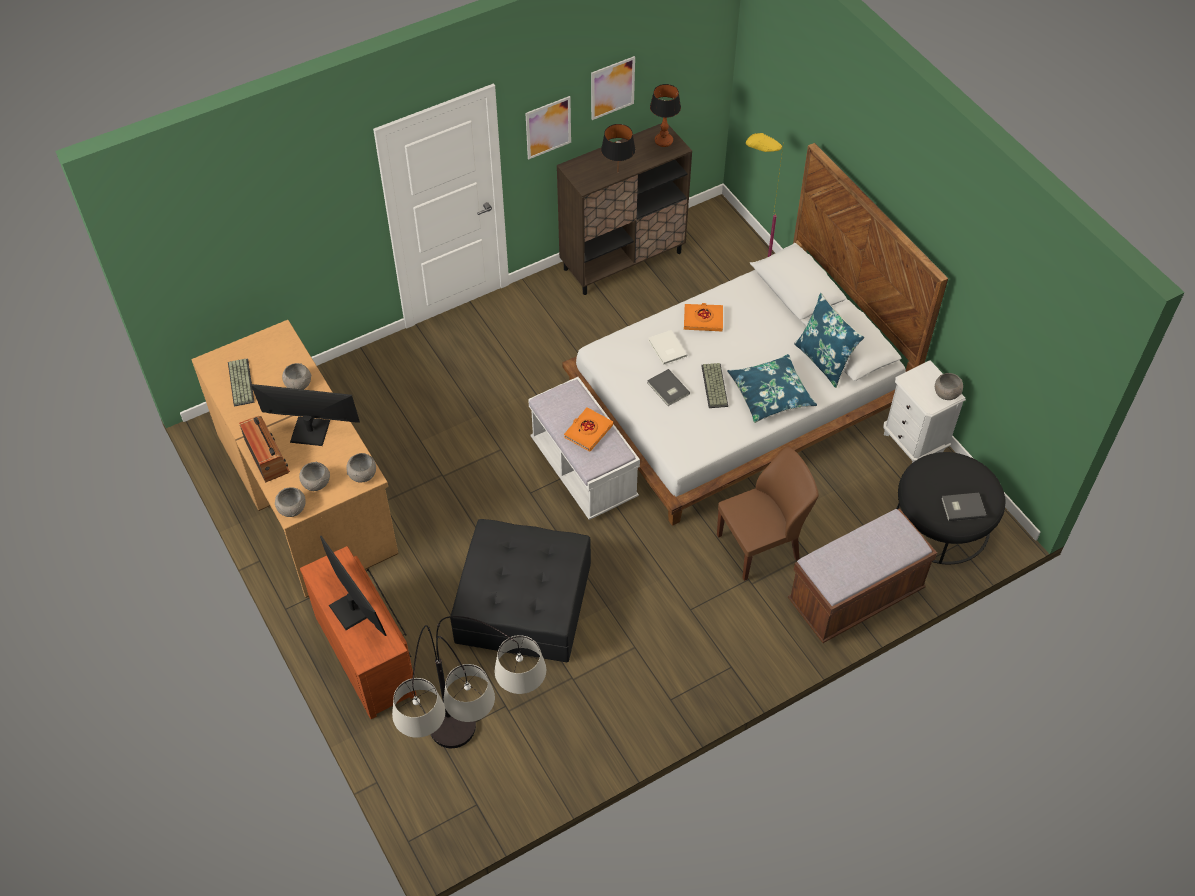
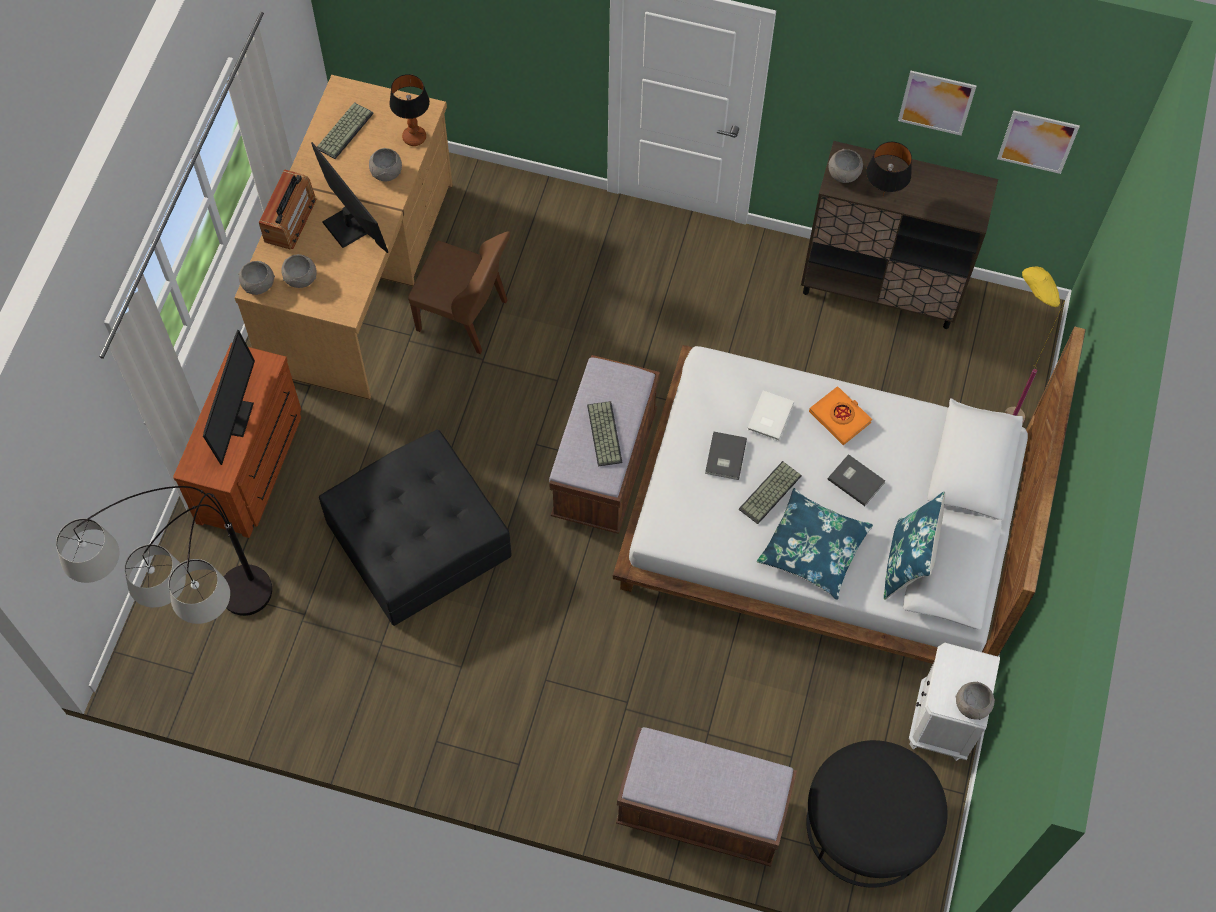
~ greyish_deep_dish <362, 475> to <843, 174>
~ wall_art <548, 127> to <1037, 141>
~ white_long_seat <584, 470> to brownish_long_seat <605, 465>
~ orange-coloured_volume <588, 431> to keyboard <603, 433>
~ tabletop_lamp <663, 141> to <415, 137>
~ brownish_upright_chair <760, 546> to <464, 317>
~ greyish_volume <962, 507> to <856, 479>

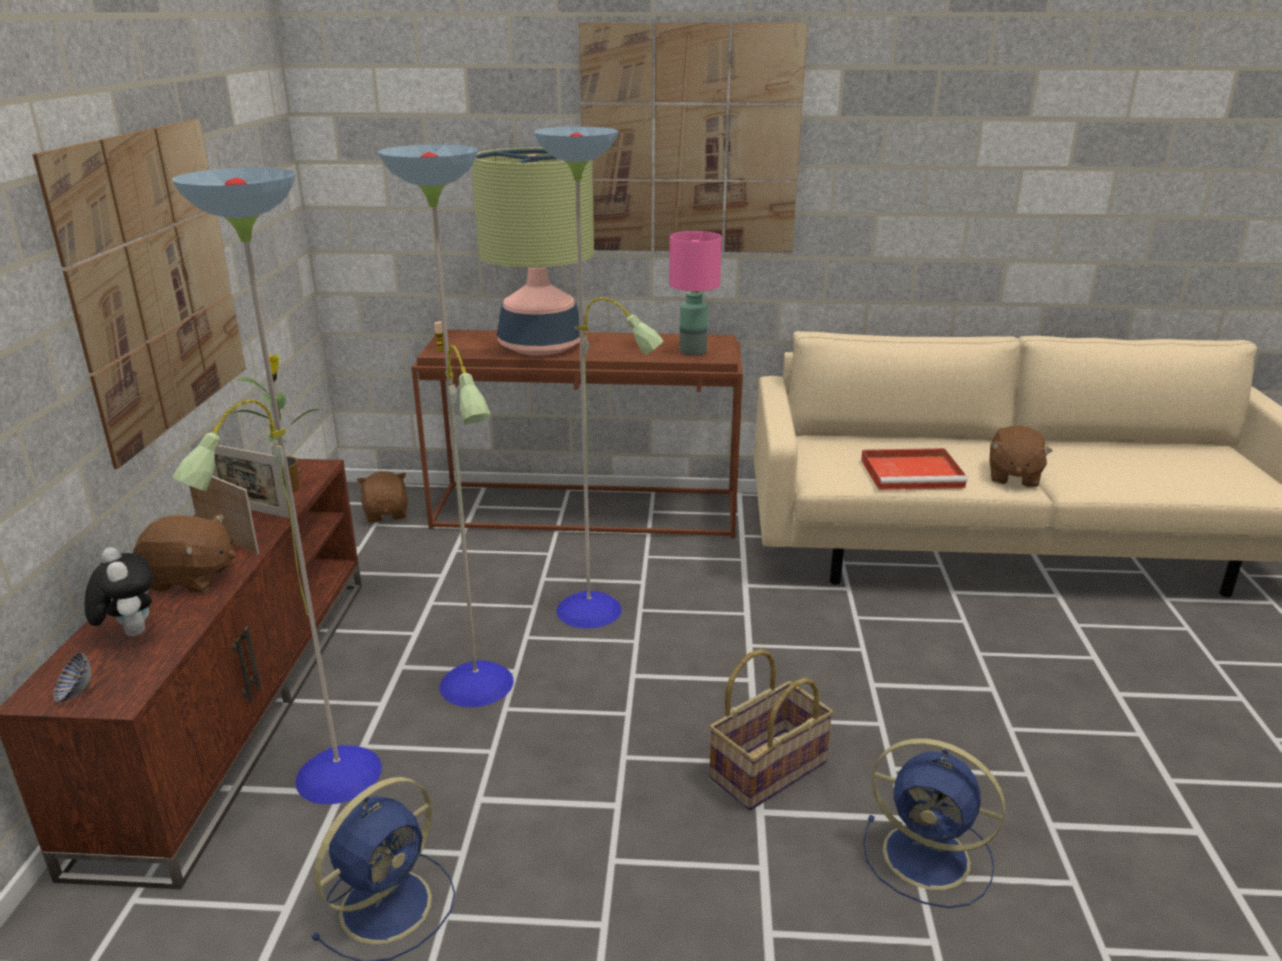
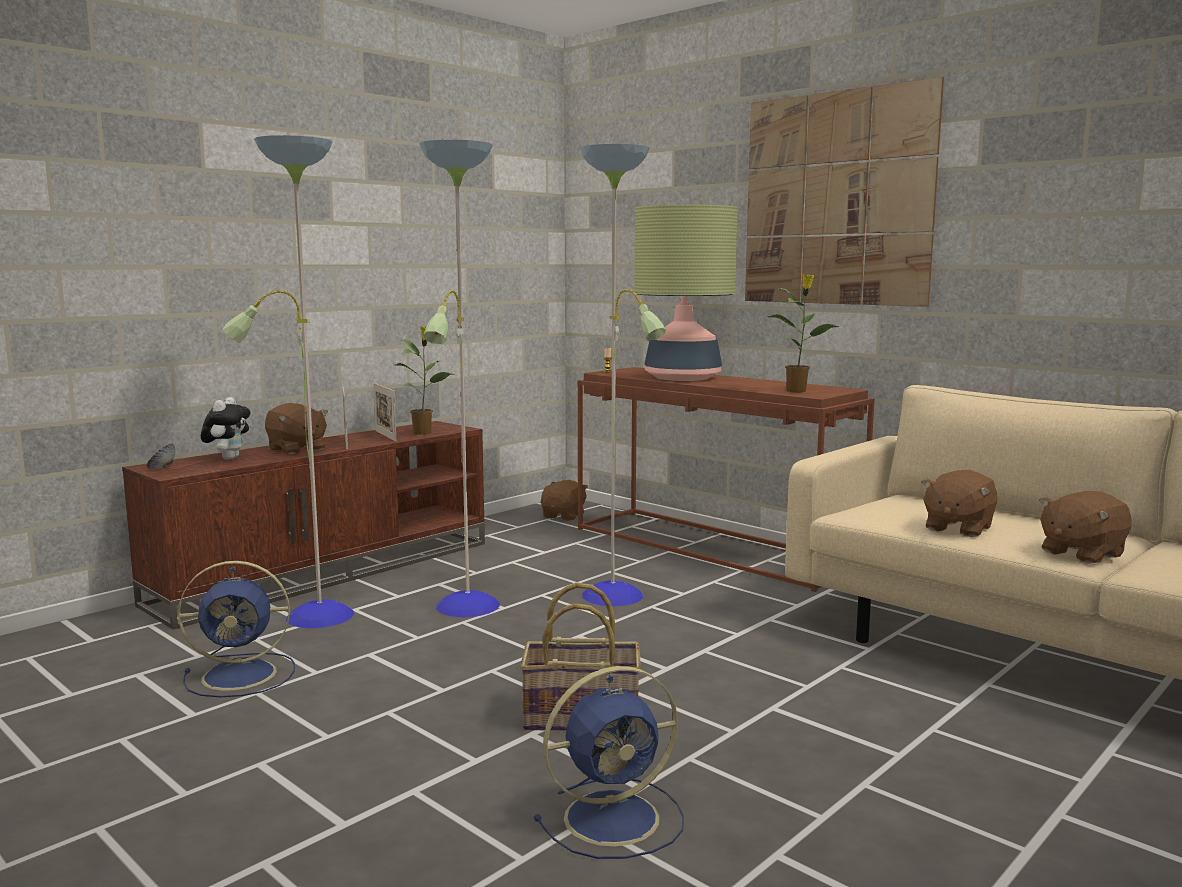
- wall_art <156, 282>
~ pinkish_tabletop_lamp <692, 352> to potted_plant <797, 391>
~ reddish_carrying_tray <913, 473> to brownish_soft_toy <957, 528>
~ bluish_electric_fan <930, 857> = <616, 817> 90 degrees counterclockwise

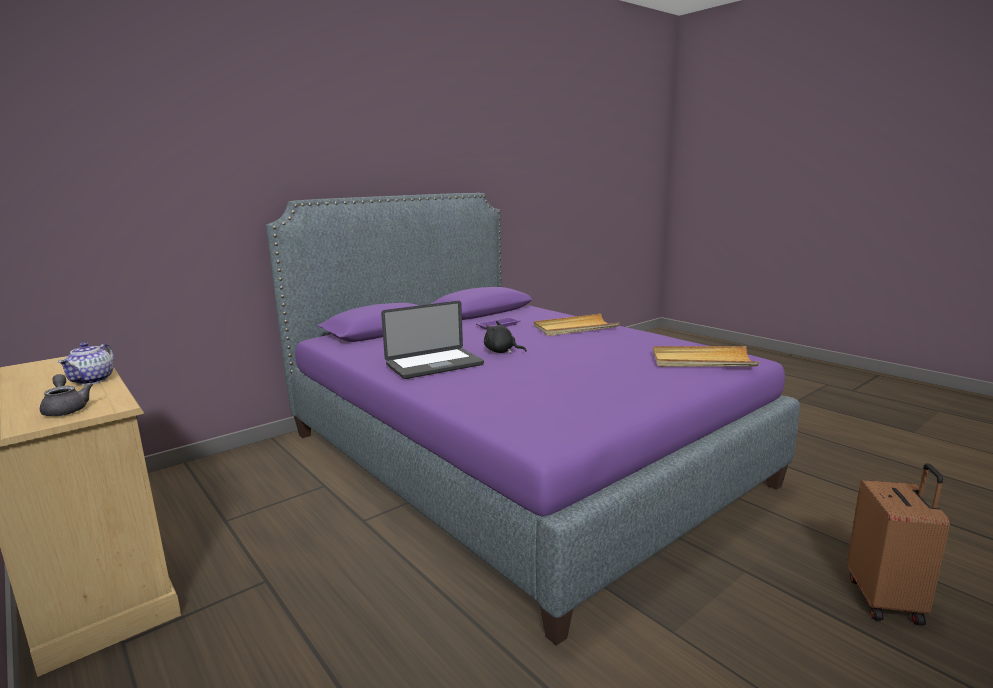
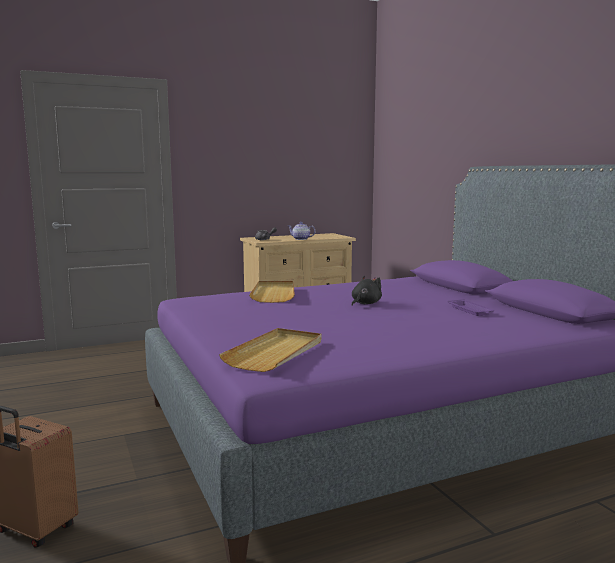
- laptop <434, 365>
~ beige-coloured_carrying_tray <575, 328> to <274, 294>

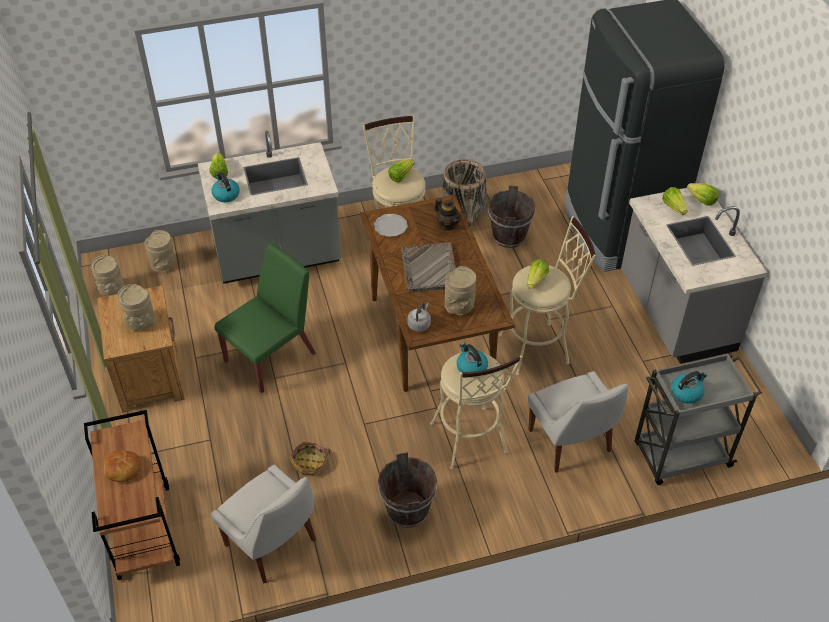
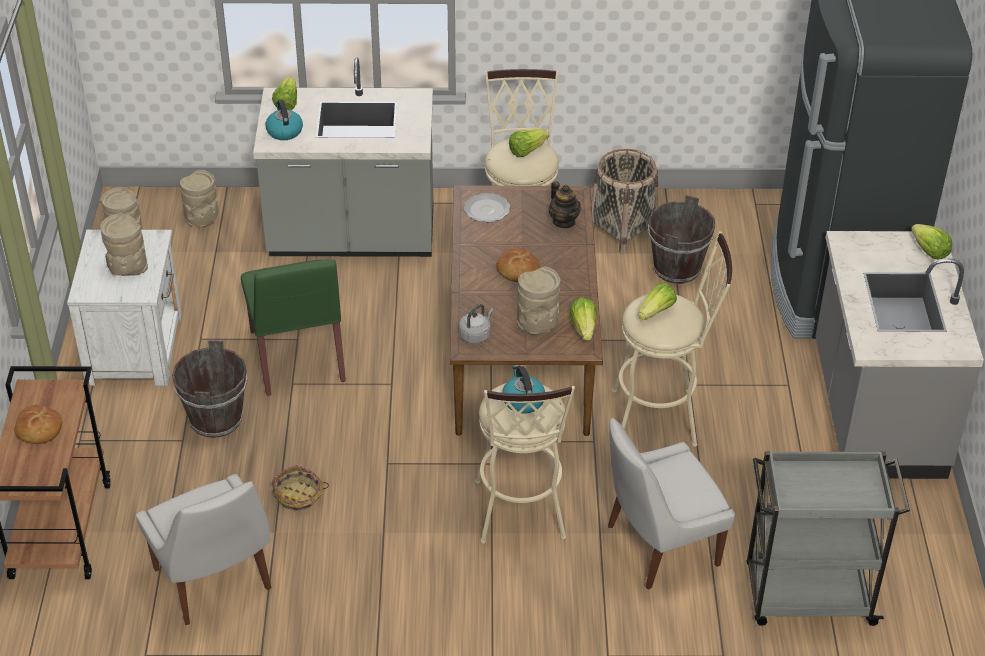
~ brownish_night_table <150, 375> to white_night_table <136, 348>
~ green-coloured_upright_chair <271, 357> = <297, 357> 105 degrees clockwise
~ brownish_water_bucket <407, 510> to <215, 419>
~ greyish_carrying_tray <429, 269> to baked_bread <517, 271>
~ white_upright_chair <571, 443> = <658, 546> 75 degrees clockwise
~ lettuce_head <674, 207> to <583, 328>
- tea_kettle <686, 392>

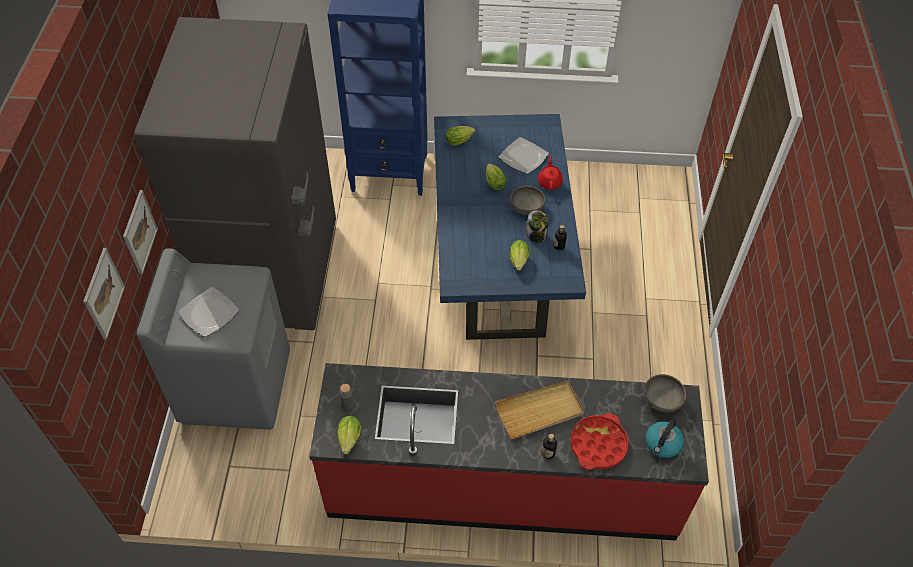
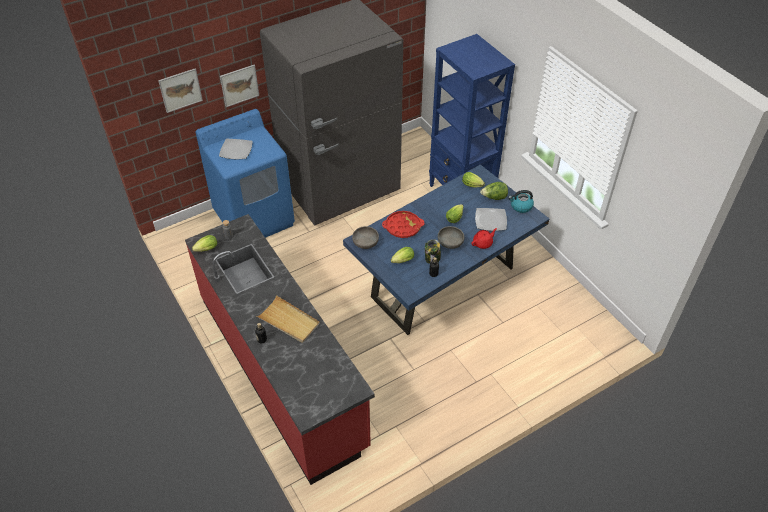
~ greyish_washing_machine <236, 386> to bluish_washing_machine <254, 218>
~ reddish_carrying_tray <598, 444> to <403, 227>
~ greyish_deep_dish <662, 399> to <365, 243>
~ tea_kettle <662, 444> to <521, 206>
+ lettuce_head <494, 198>

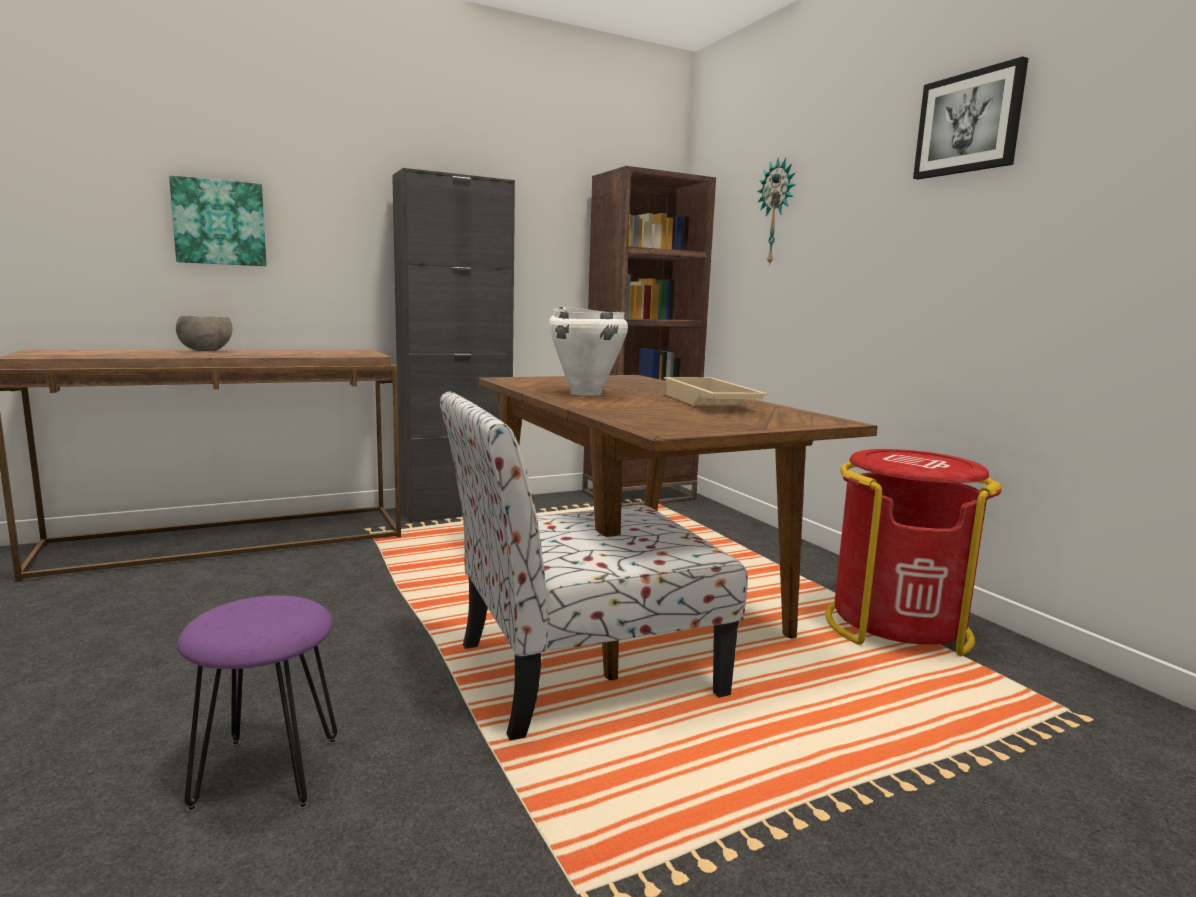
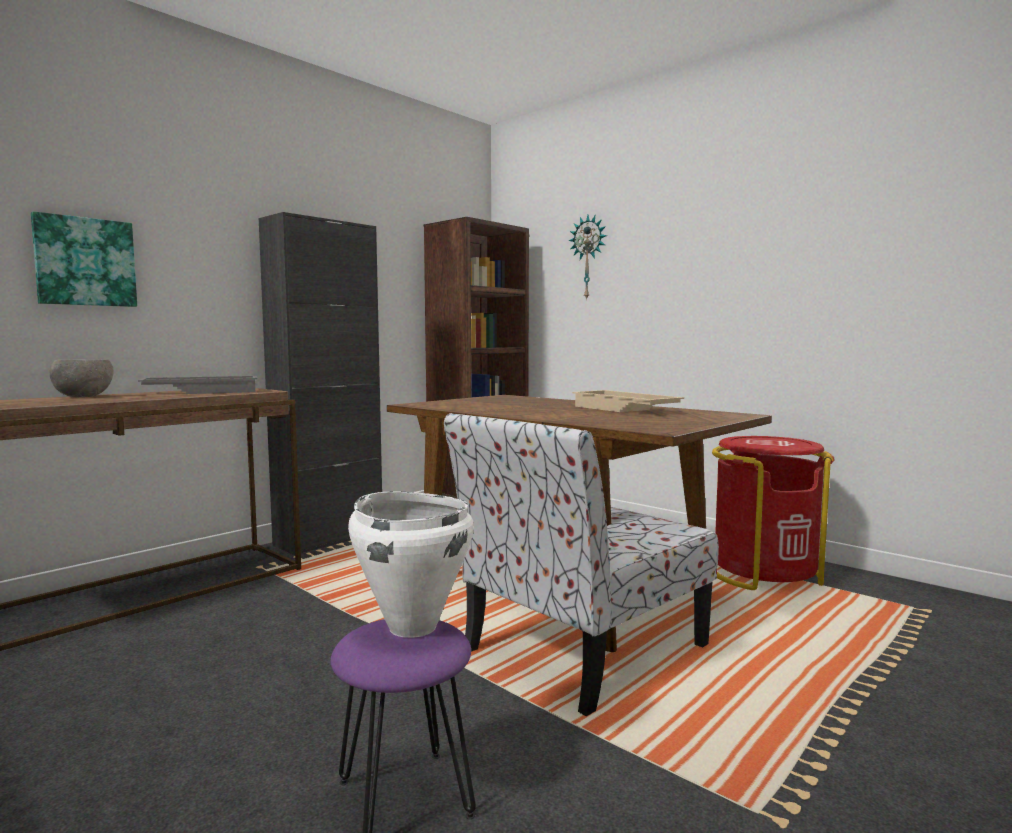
~ white_cooking_pot <586, 393> to <412, 626>
- wall_art <969, 123>
+ greyish_carrying_tray <202, 392>

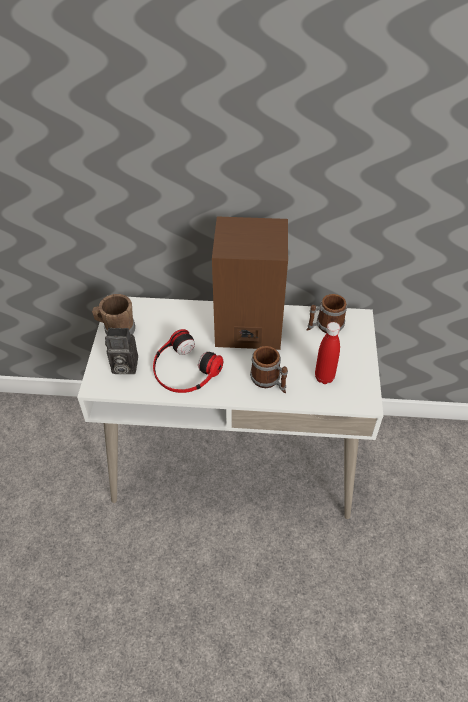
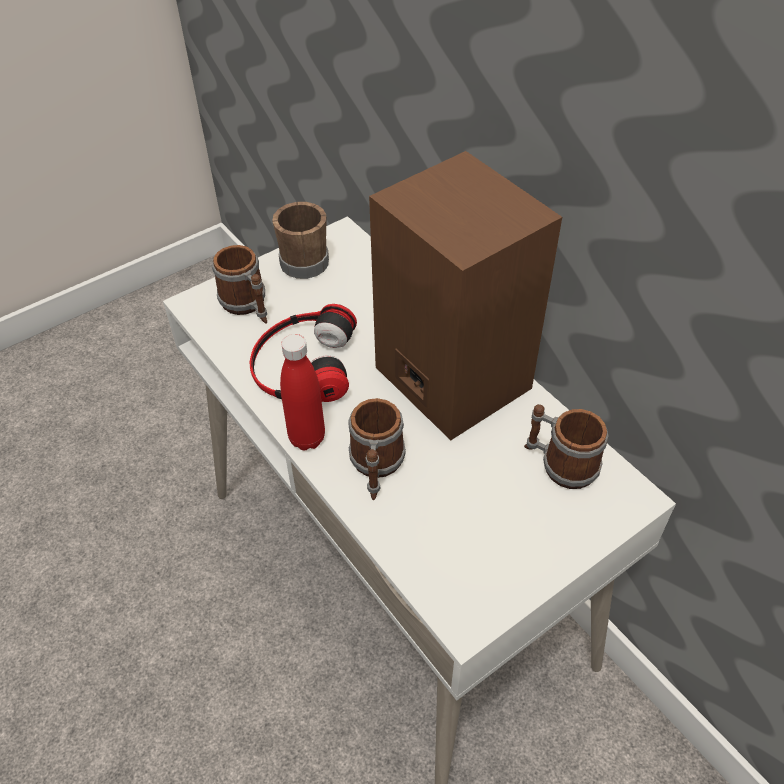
~ photo_camera <123, 366> to coffee_mug <248, 306>
~ reddish_beverage_bottle <324, 377> to <307, 438>

